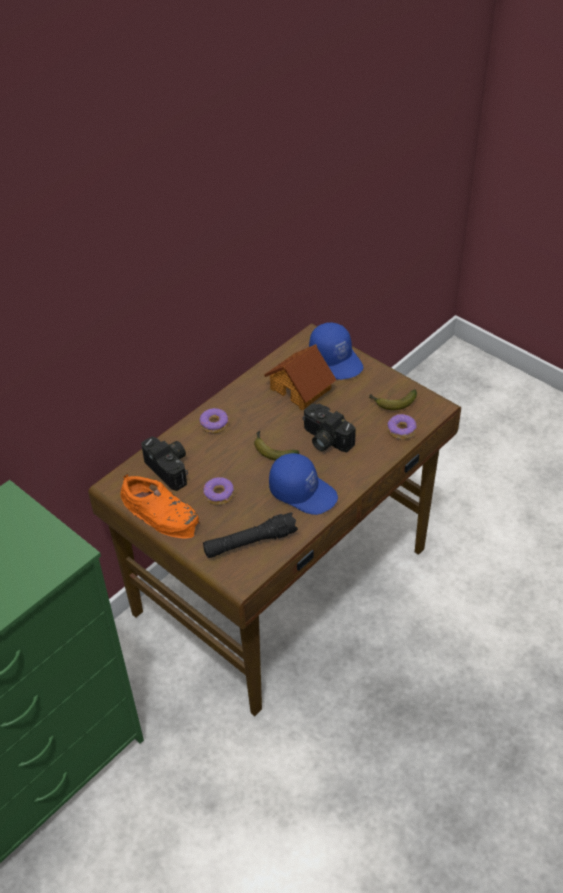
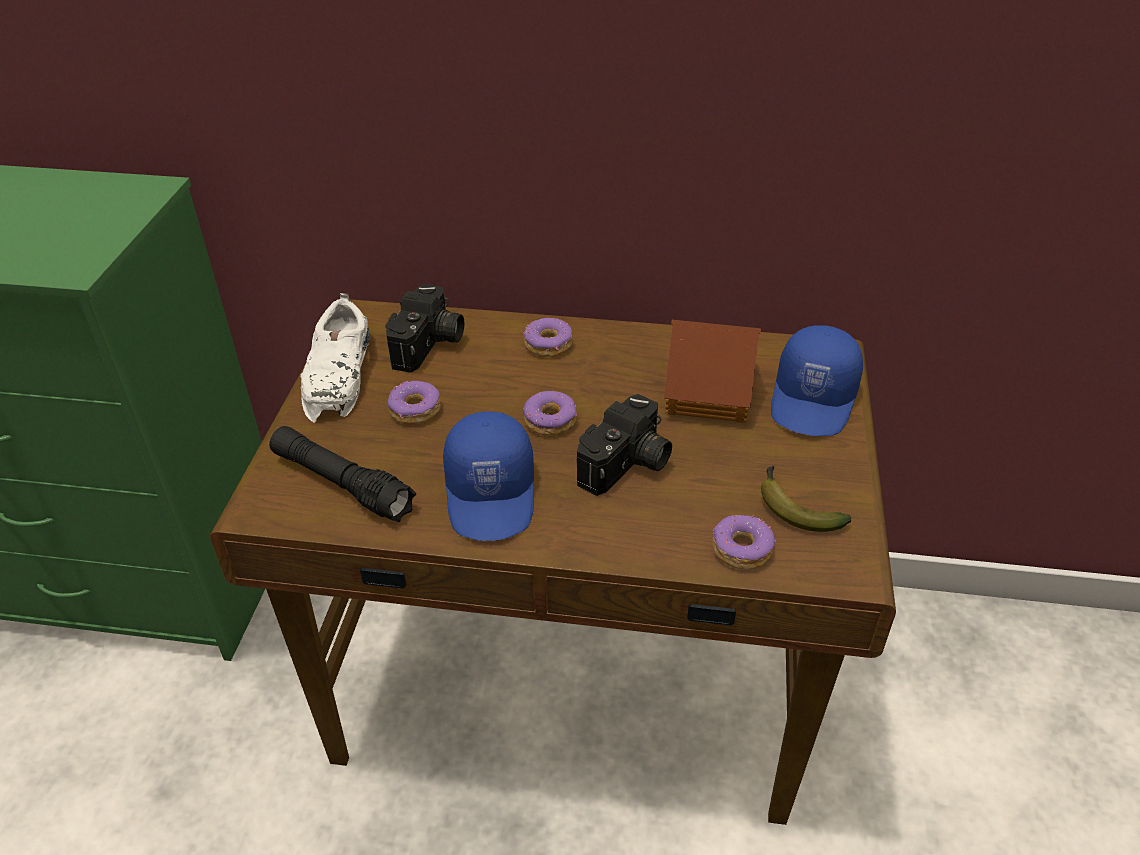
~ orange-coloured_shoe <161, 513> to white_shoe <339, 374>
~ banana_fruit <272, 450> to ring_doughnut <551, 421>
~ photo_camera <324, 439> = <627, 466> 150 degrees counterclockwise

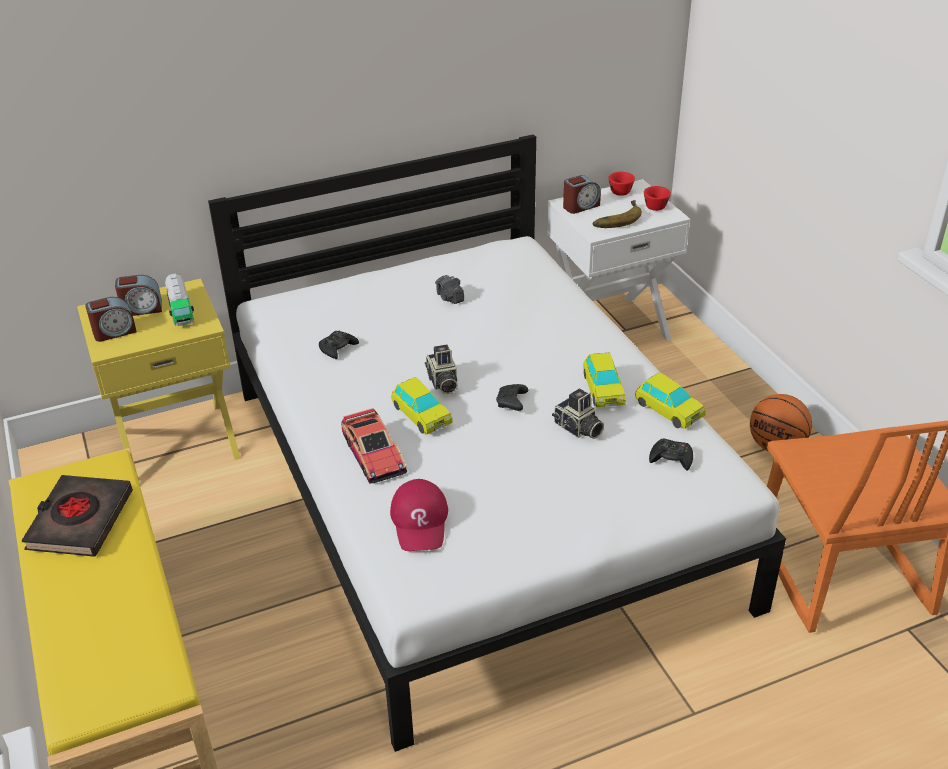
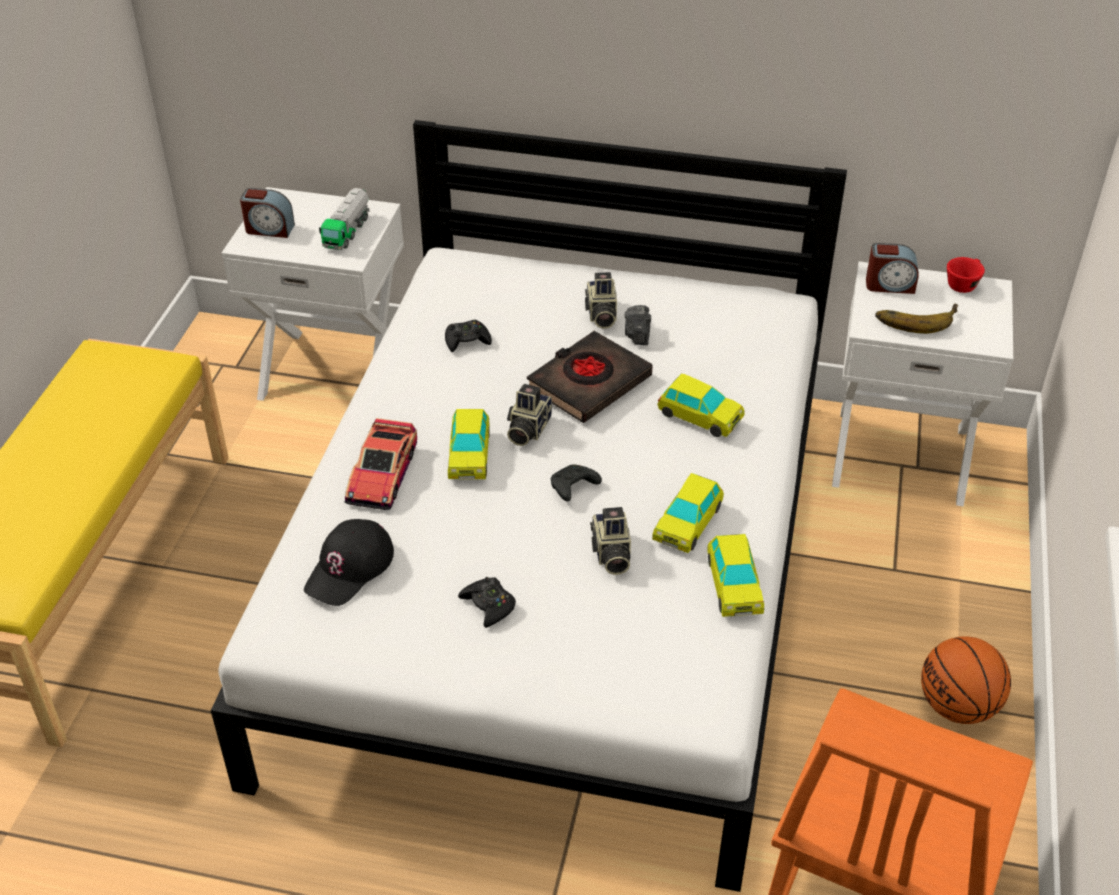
~ black_volume <80, 521> to <588, 383>
~ yellow_night_table <178, 442> to white_night_table <333, 371>
- alarm_clock <142, 309>
~ reddish_cap <420, 521> to black_cap <350, 568>
- reddish_cup <655, 205>
~ black_gamepad <671, 458> to <489, 605>
+ photo_camera <600, 315>
+ model_car <700, 417>

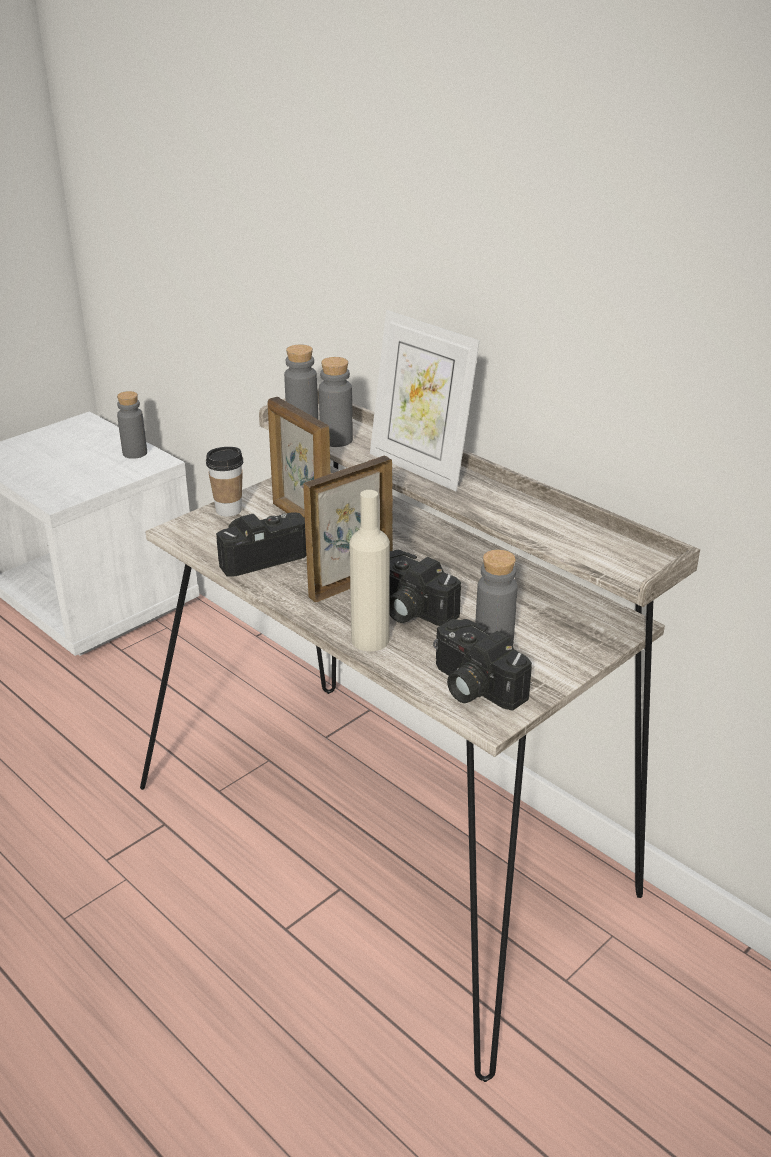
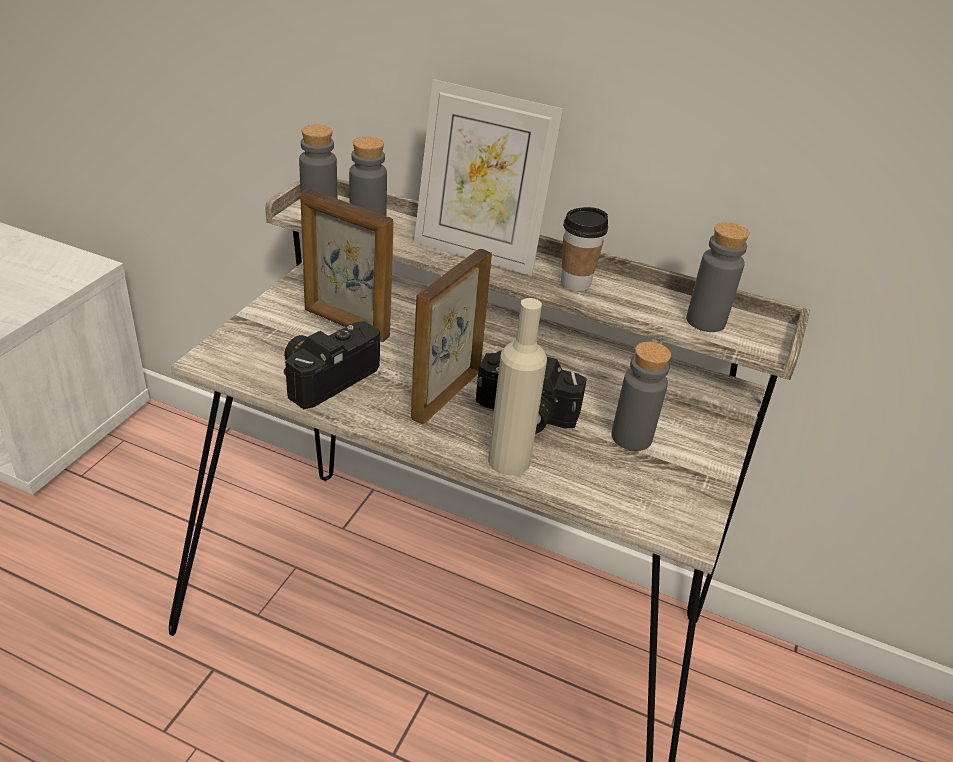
~ greyish_beverage_bottle <135, 453> to <705, 321>
~ cup <228, 510> to <575, 283>
- photo_camera <472, 686>

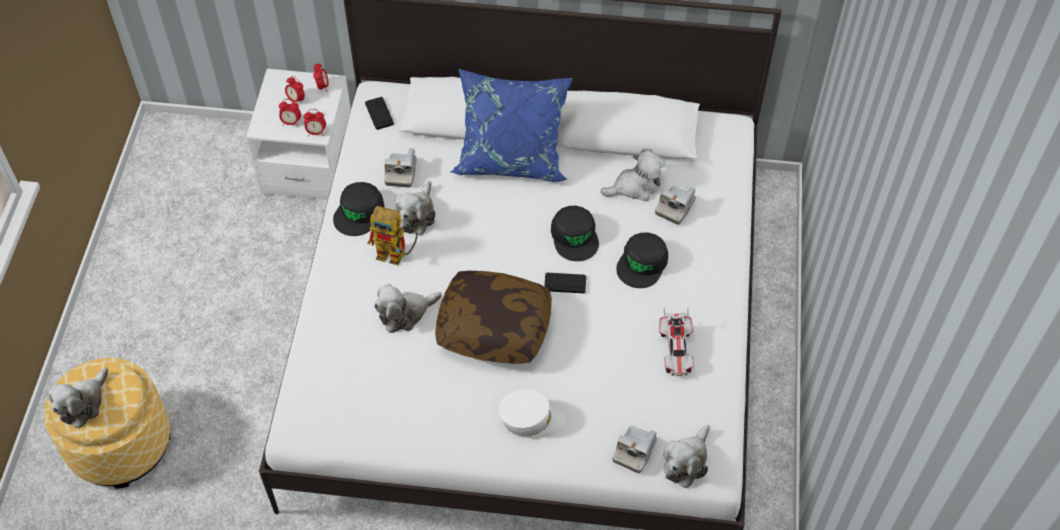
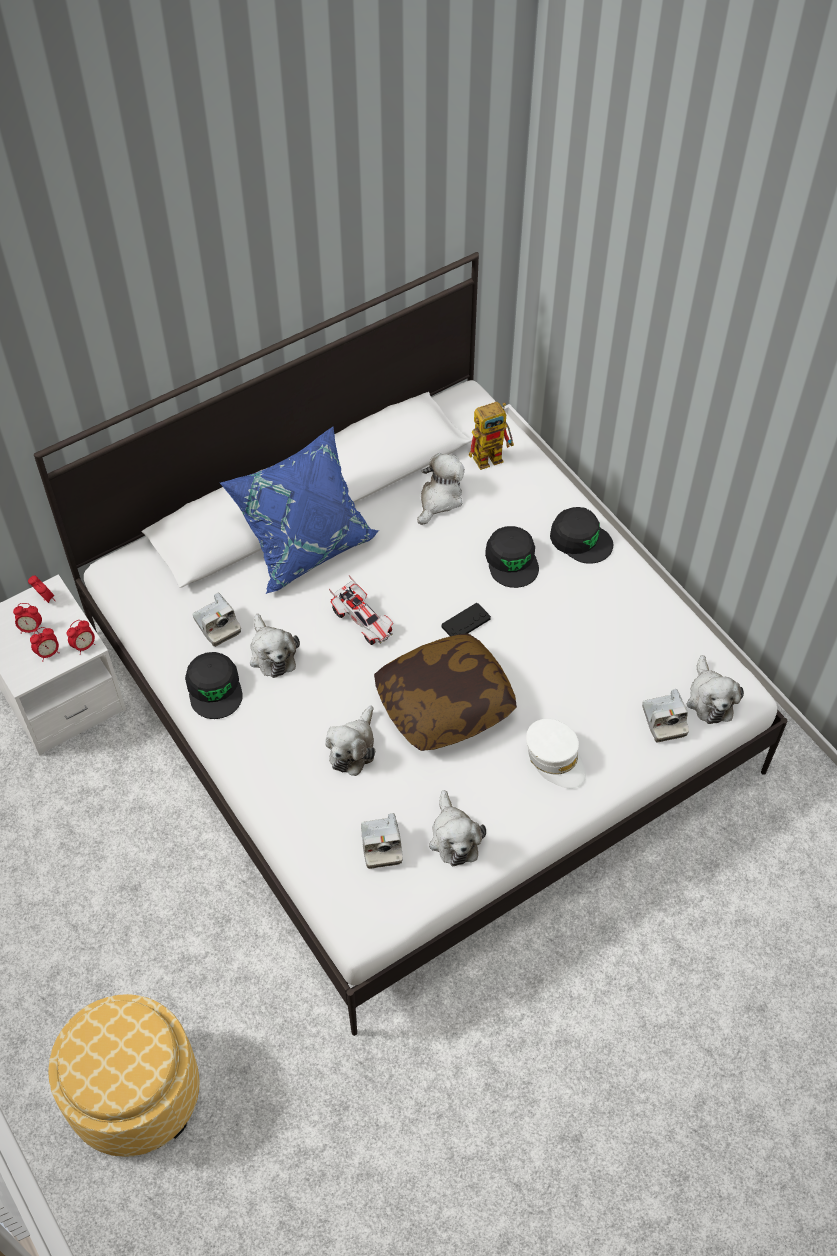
~ soft_toy <83, 403> to <454, 837>
- black_gamepad <379, 114>
~ toy_robot <397, 254> to <492, 455>
~ white_cap <530, 419> = <555, 759> 90 degrees clockwise
~ black_cap <575, 236> to <580, 539>
~ photo_camera <675, 207> to <381, 845>
~ model_car <676, 350> to <363, 621>

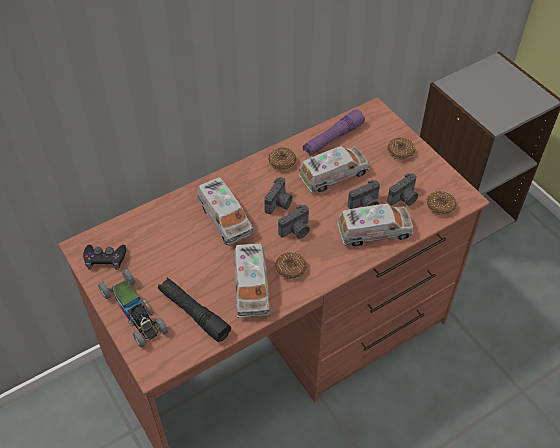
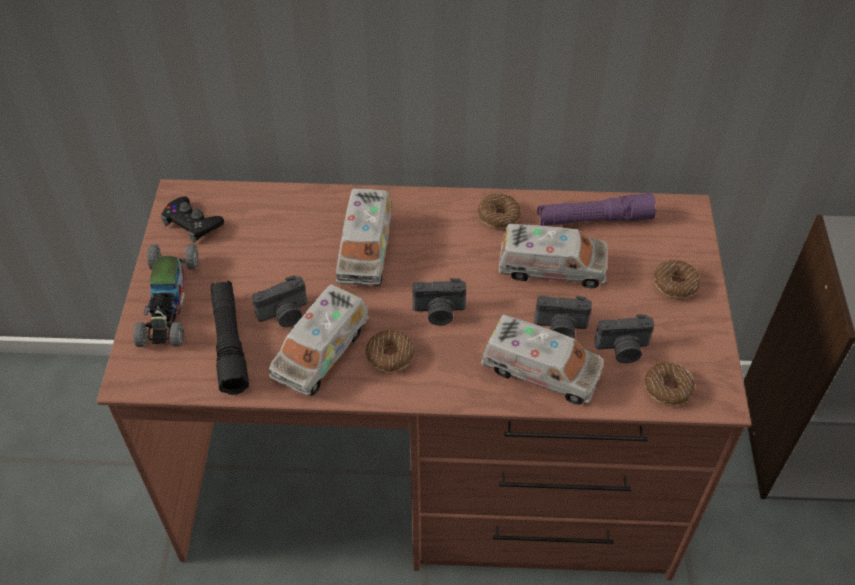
~ photo_camera <279, 204> to <284, 314>

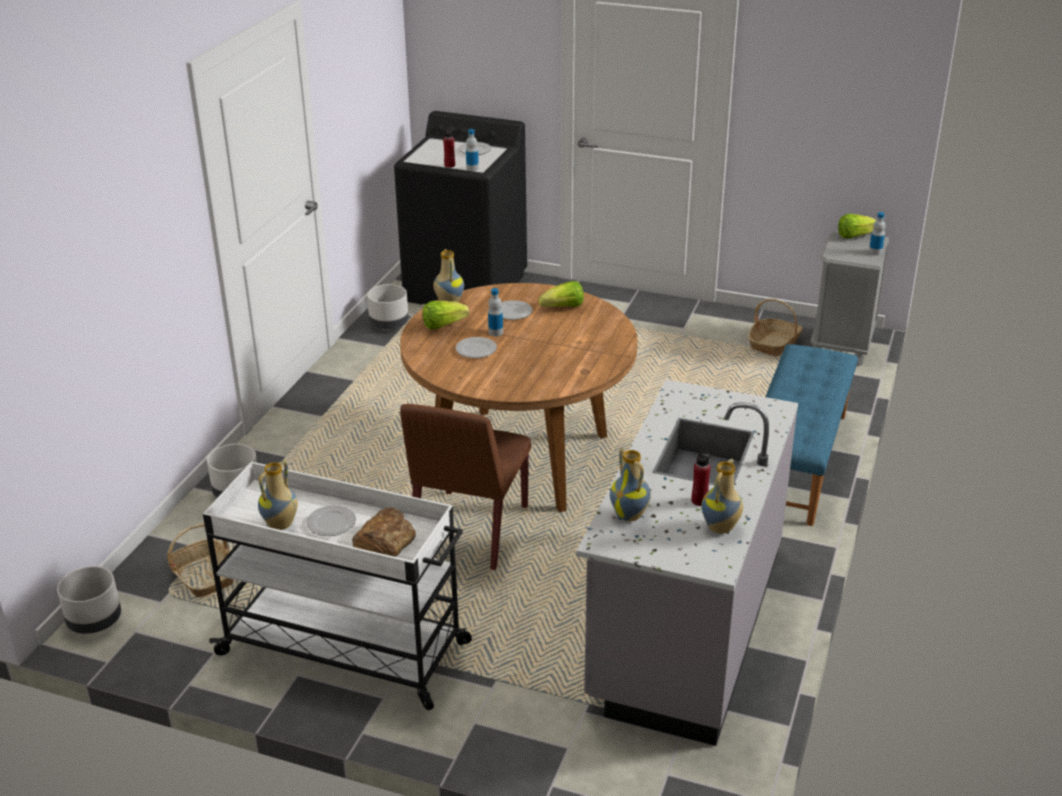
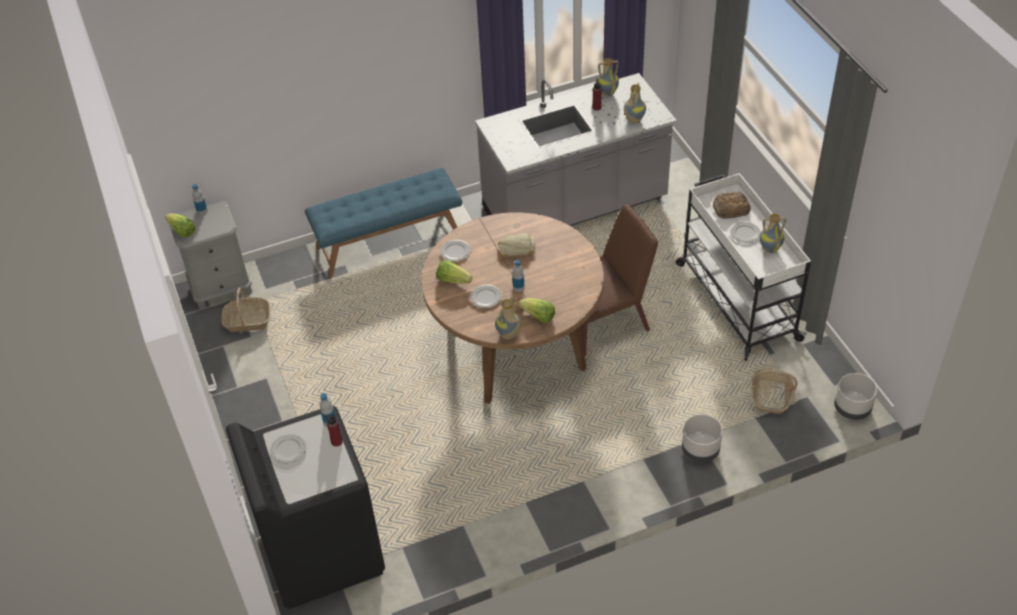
- greyish_flower_pot <388, 325>
~ flat_dish <476, 350> to <455, 252>
+ baked_bread <517, 248>

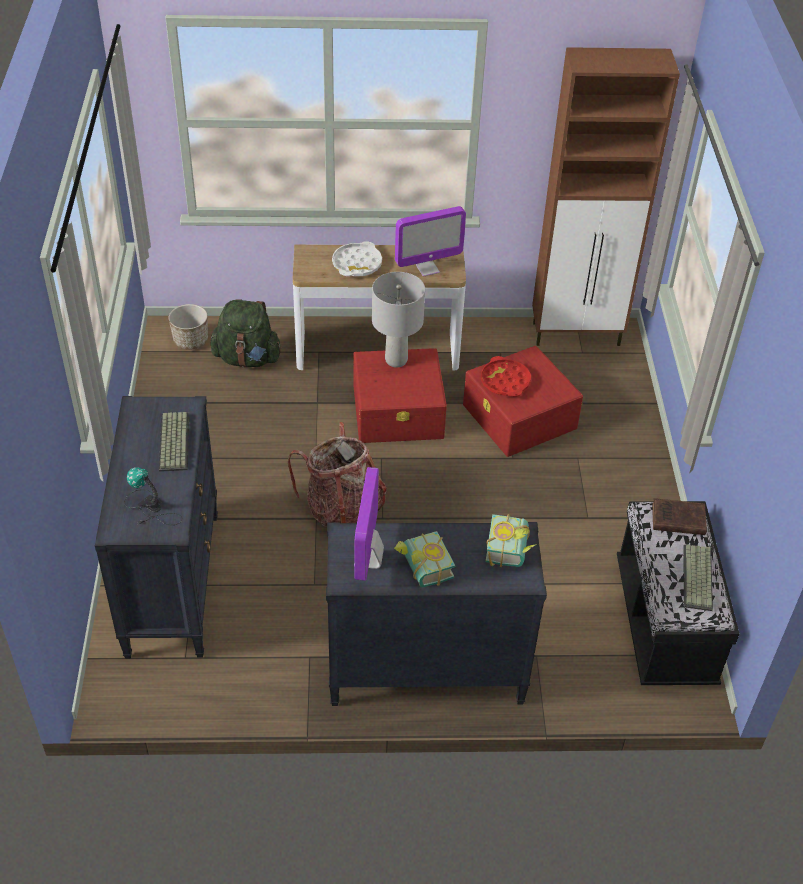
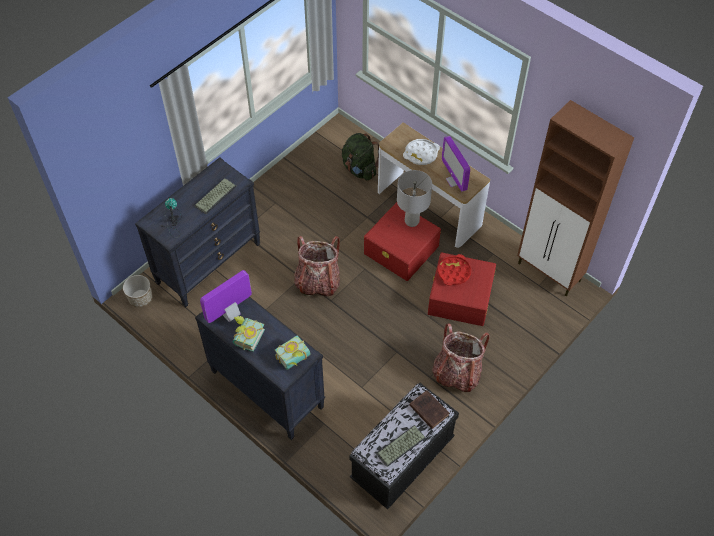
~ flower_pot <191, 340> to <140, 298>
~ monitor <427, 268> = <454, 181> 45 degrees clockwise
+ rucksack <457, 373>

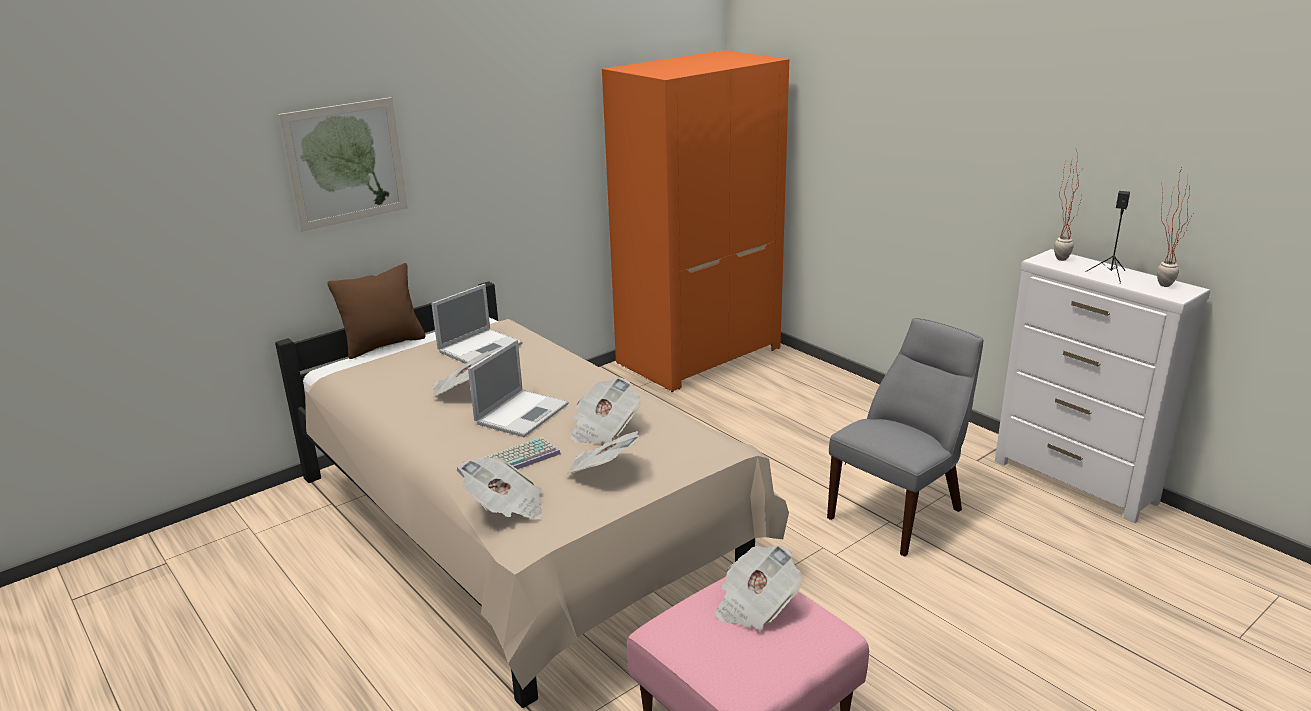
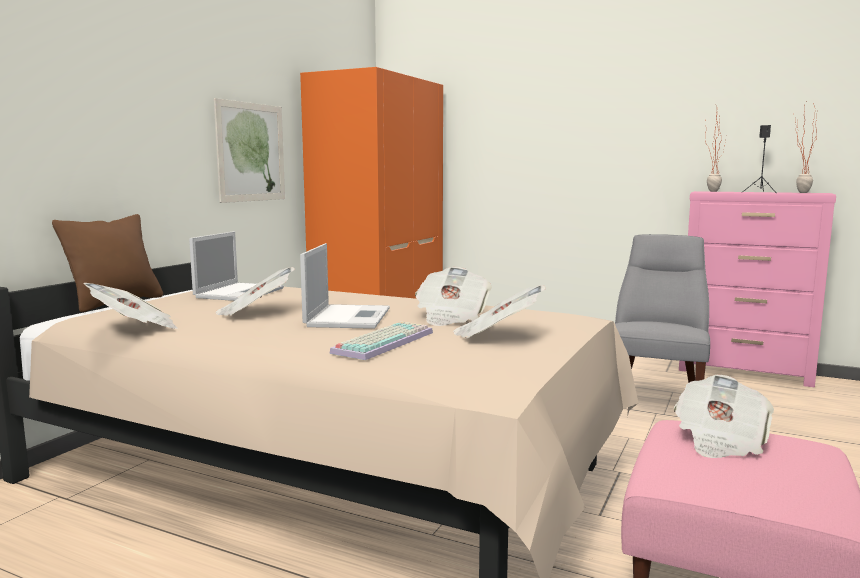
~ wall_art <346, 163> to <251, 152>
~ newspaper <506, 507> to <135, 328>
~ white_dresser <1075, 482> to pinkish_dresser <745, 373>

